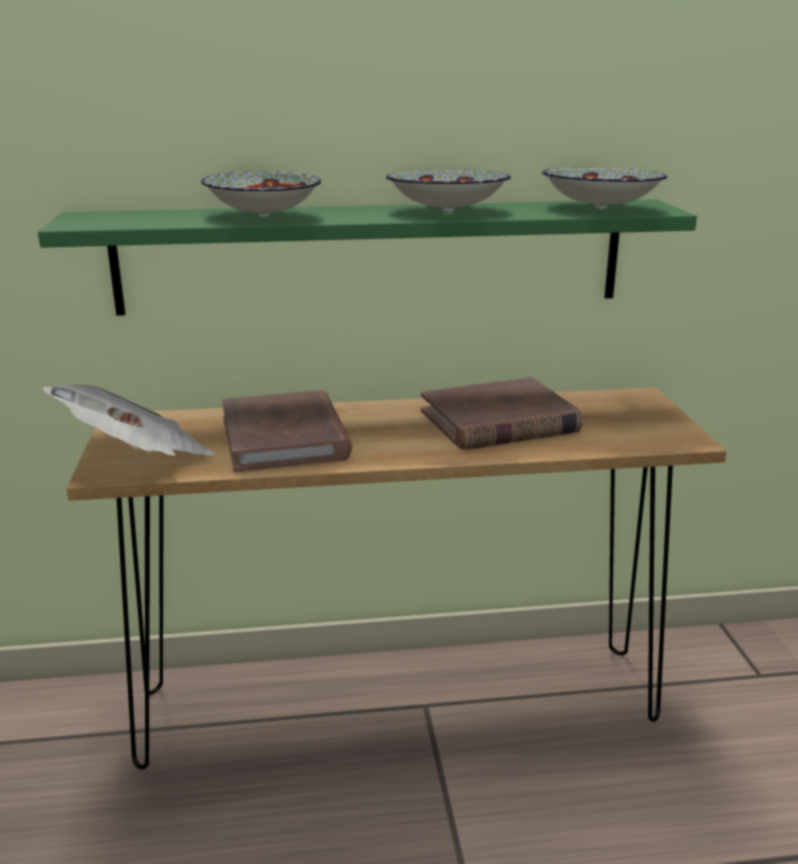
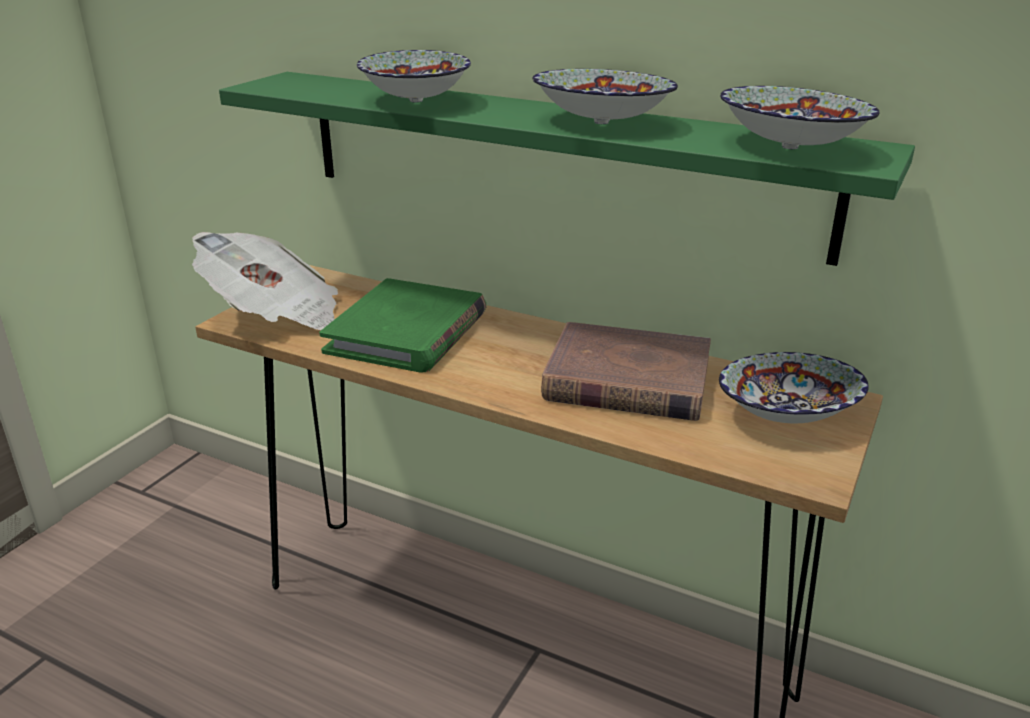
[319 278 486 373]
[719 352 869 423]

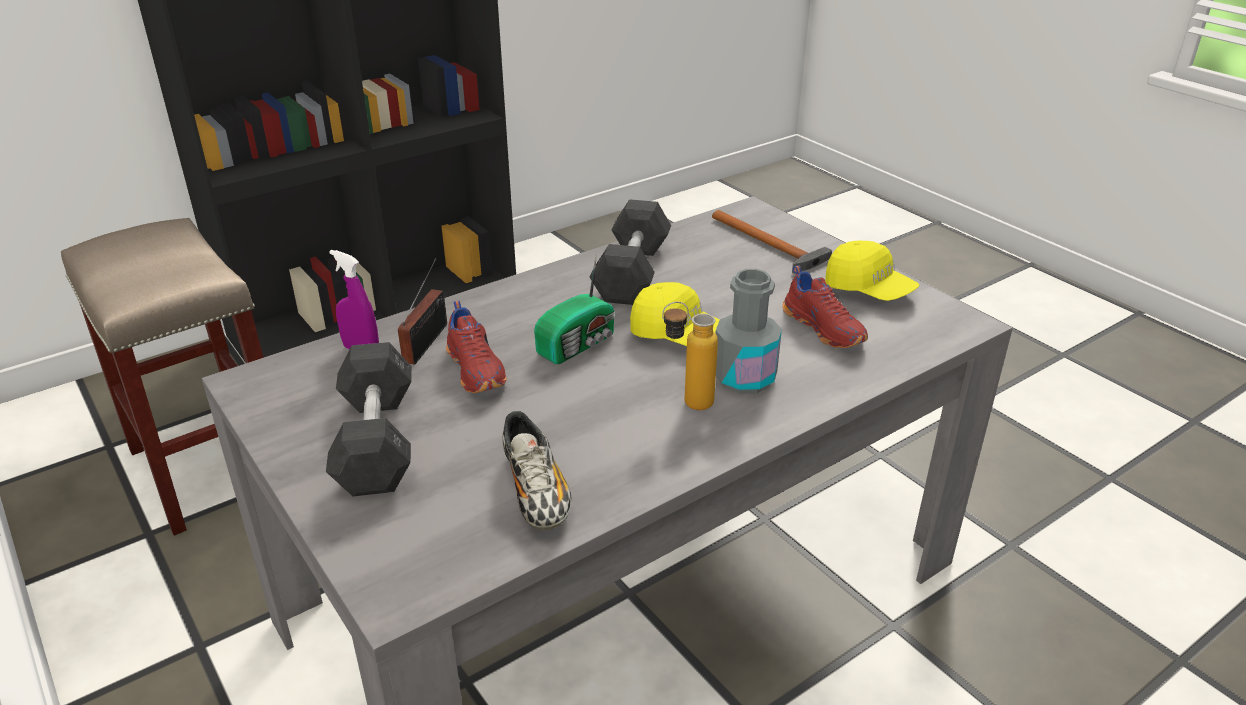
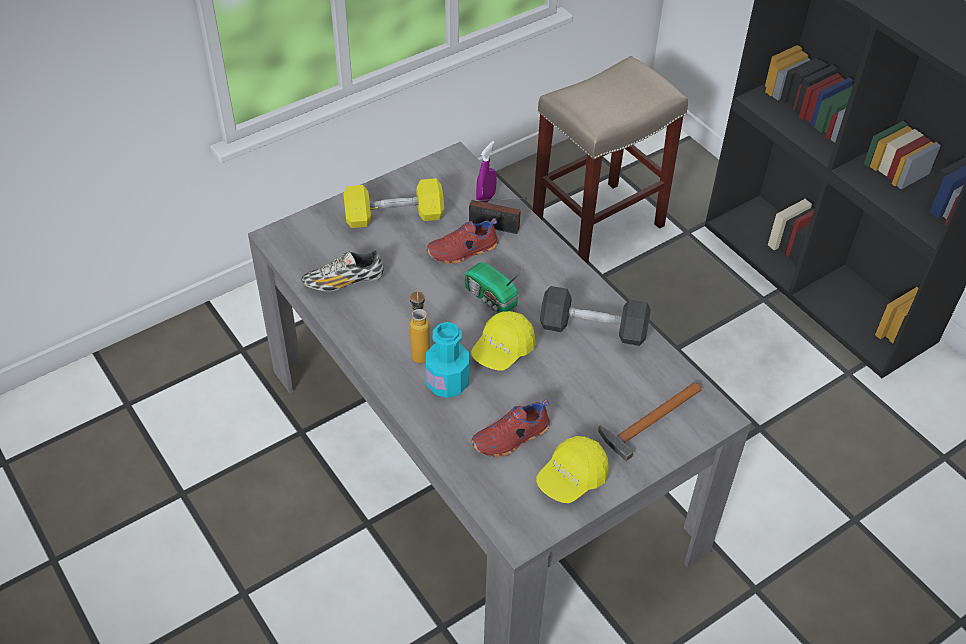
[343 178 444 228]
[426 322 469 398]

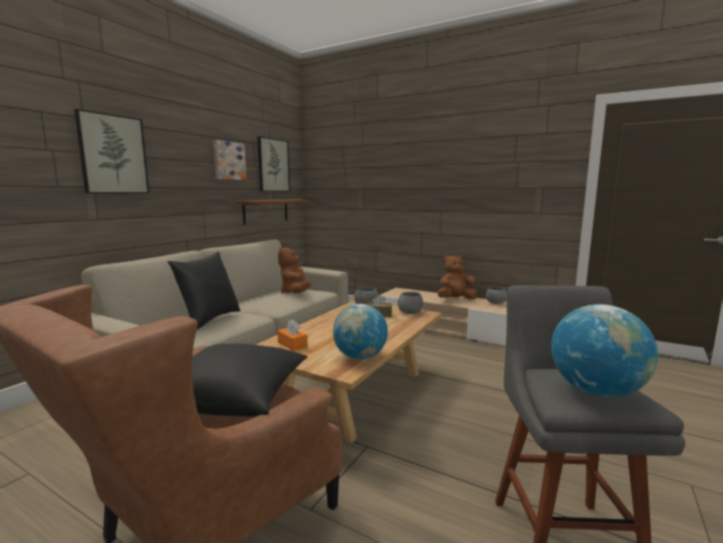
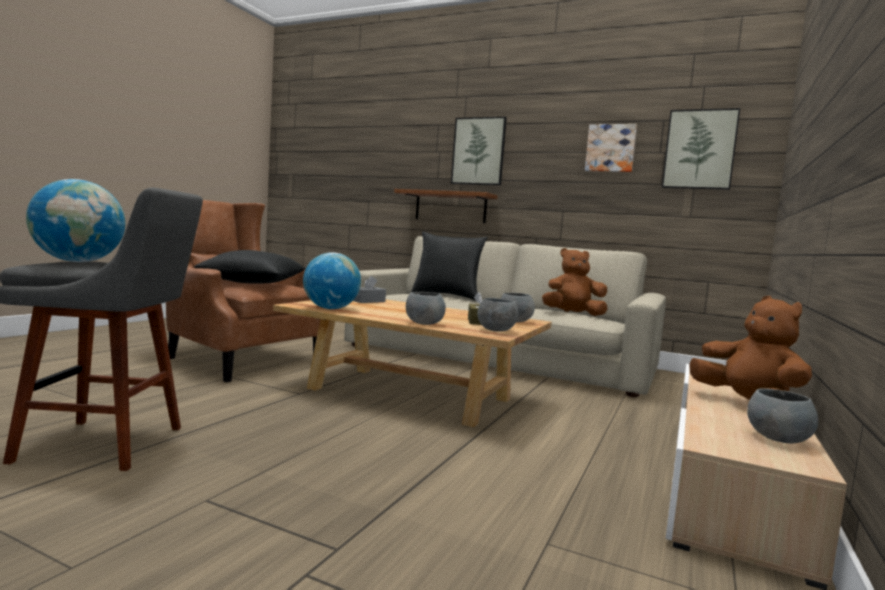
[353 276 386 303]
[394 189 498 223]
[406 292 446 325]

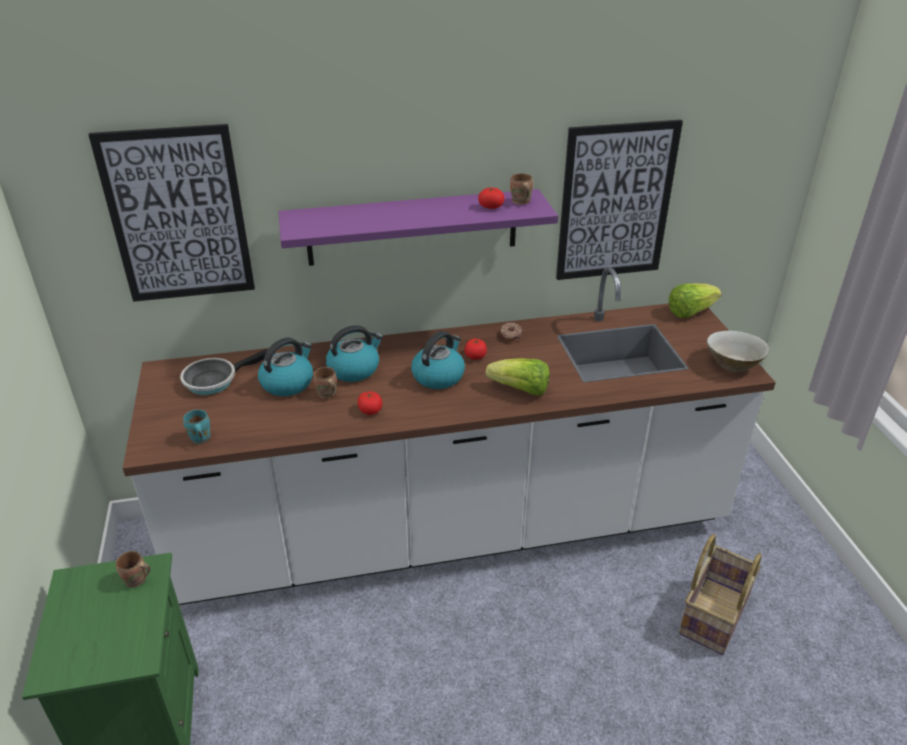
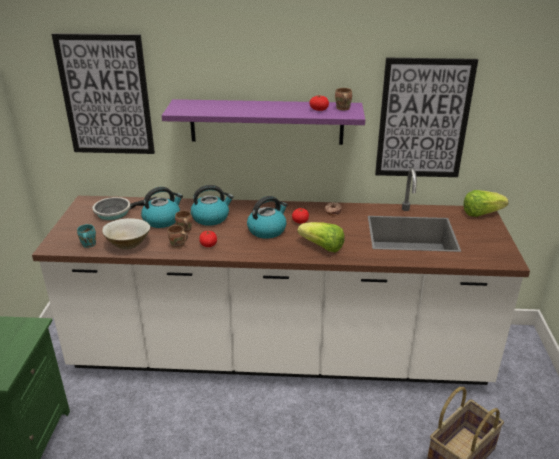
[102 218 150 250]
[167 225 188 249]

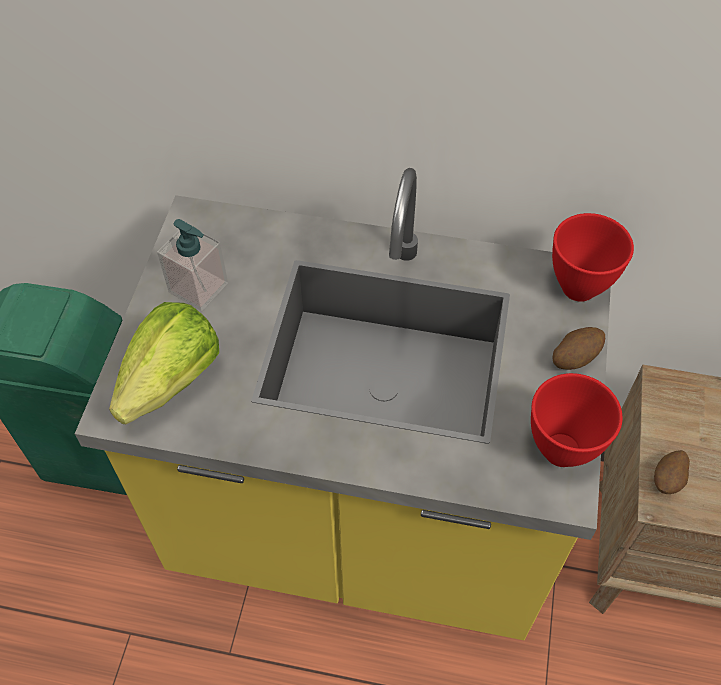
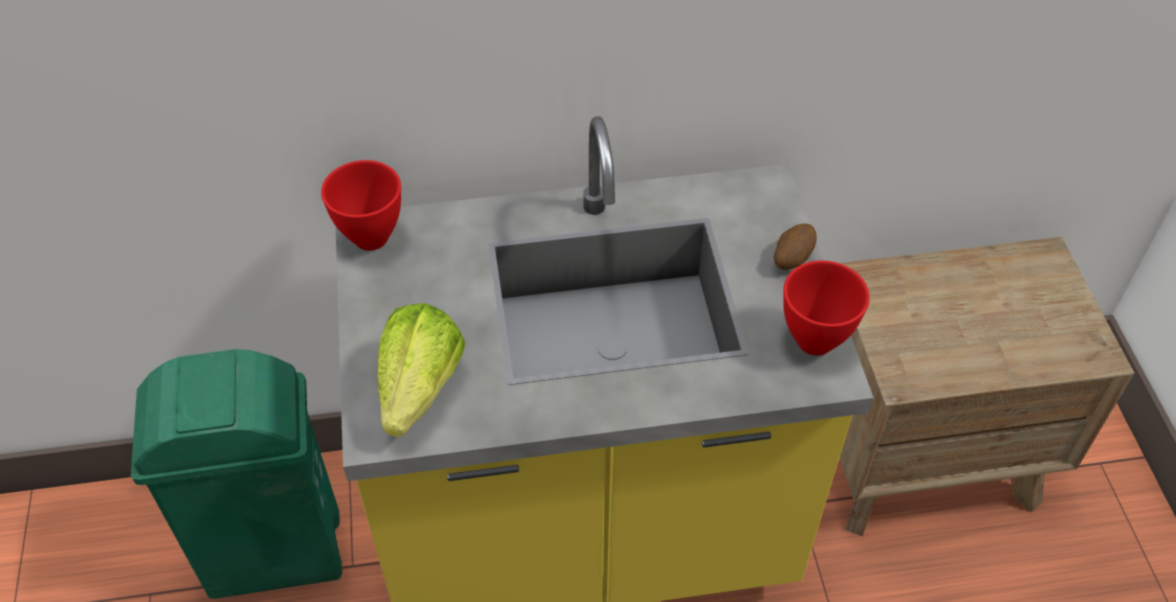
[321 160 401 251]
[157 219 228 311] (first image)
[654 450 690 494] (first image)

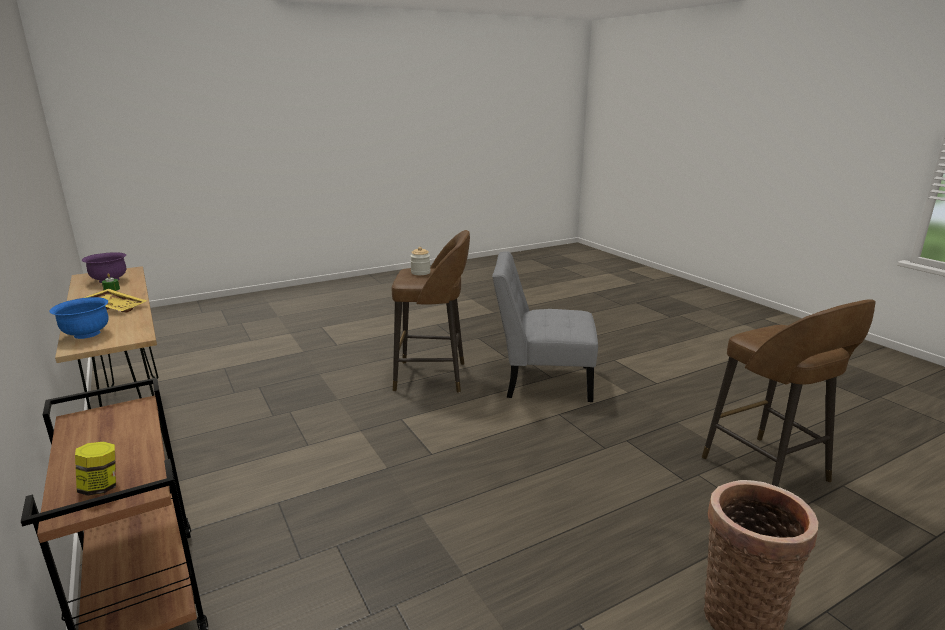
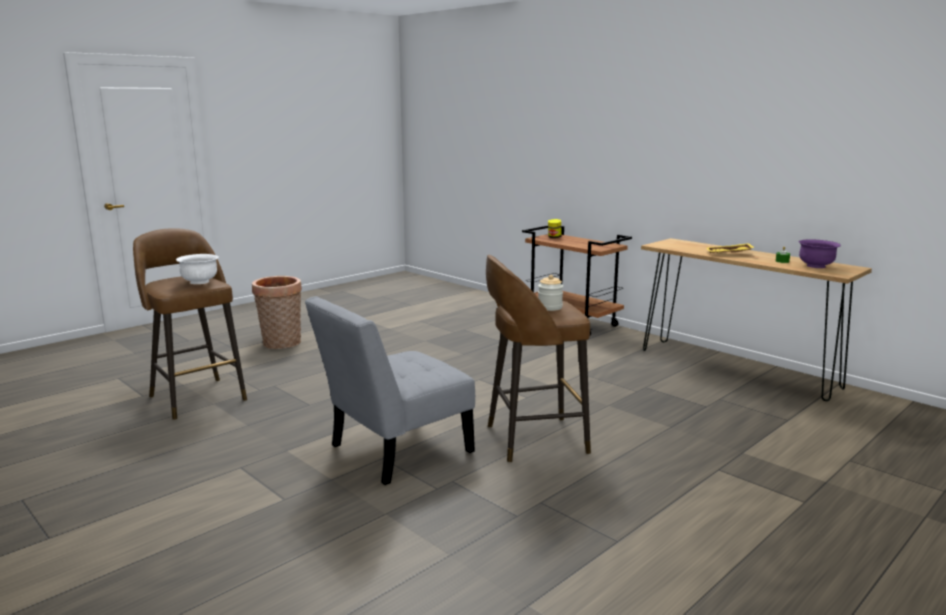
[176 254 219 284]
[305 296 475 485]
[49 297 109 339] (first image)

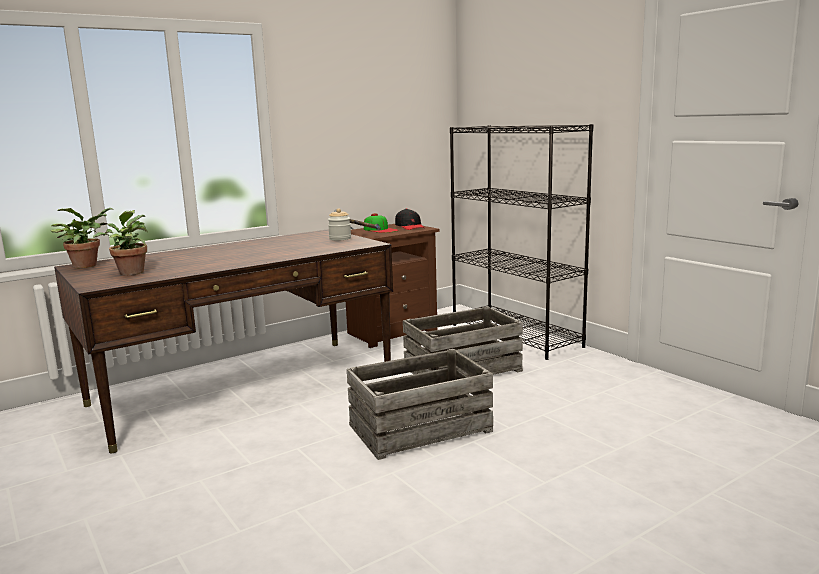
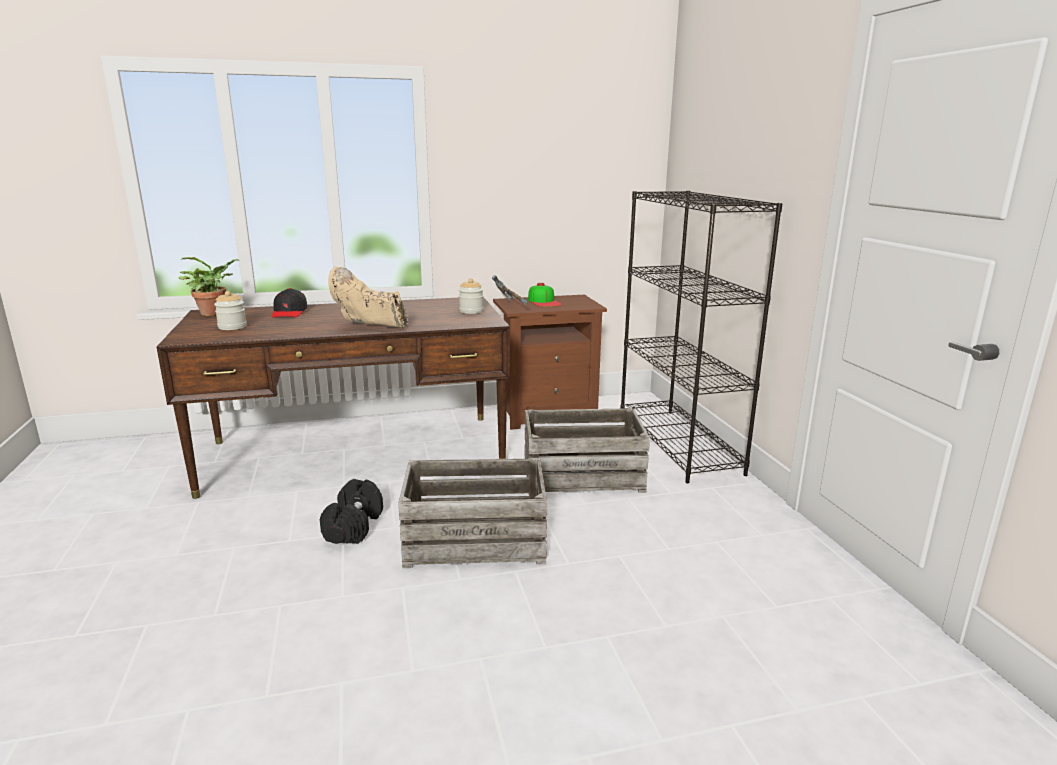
[214 291 247 330]
[272 288 308 318]
[320 479 383 544]
[328 267 408 329]

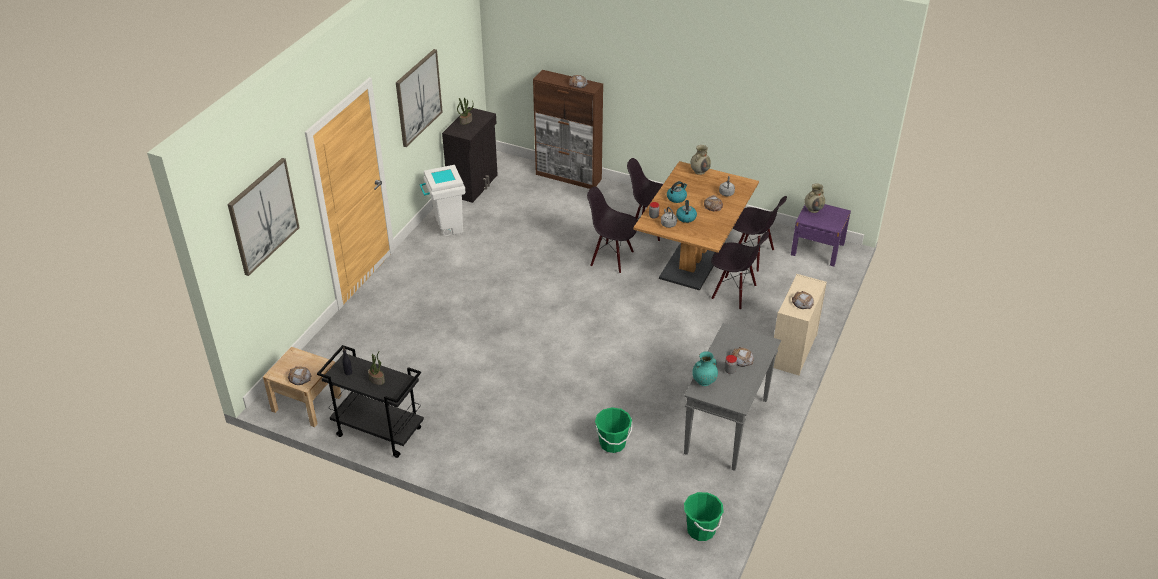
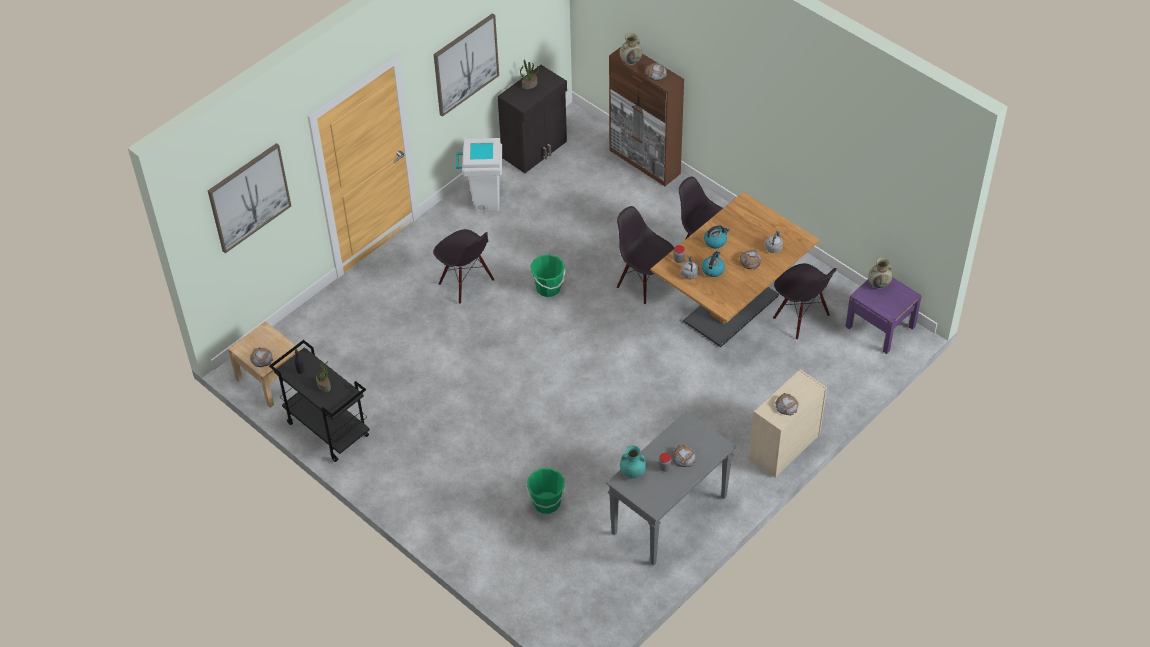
[433 229 494 304]
[530 254 565 297]
[620 33 642 65]

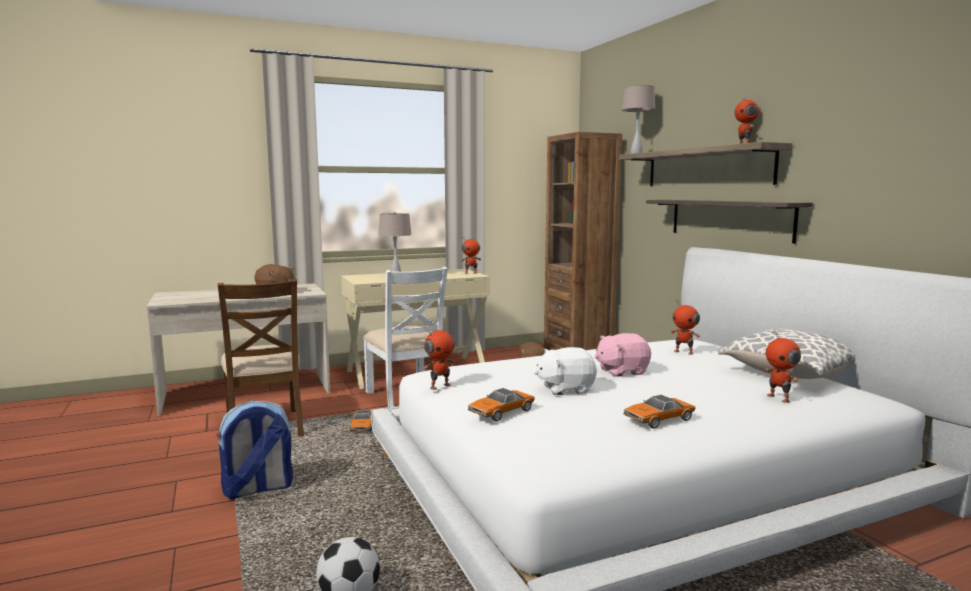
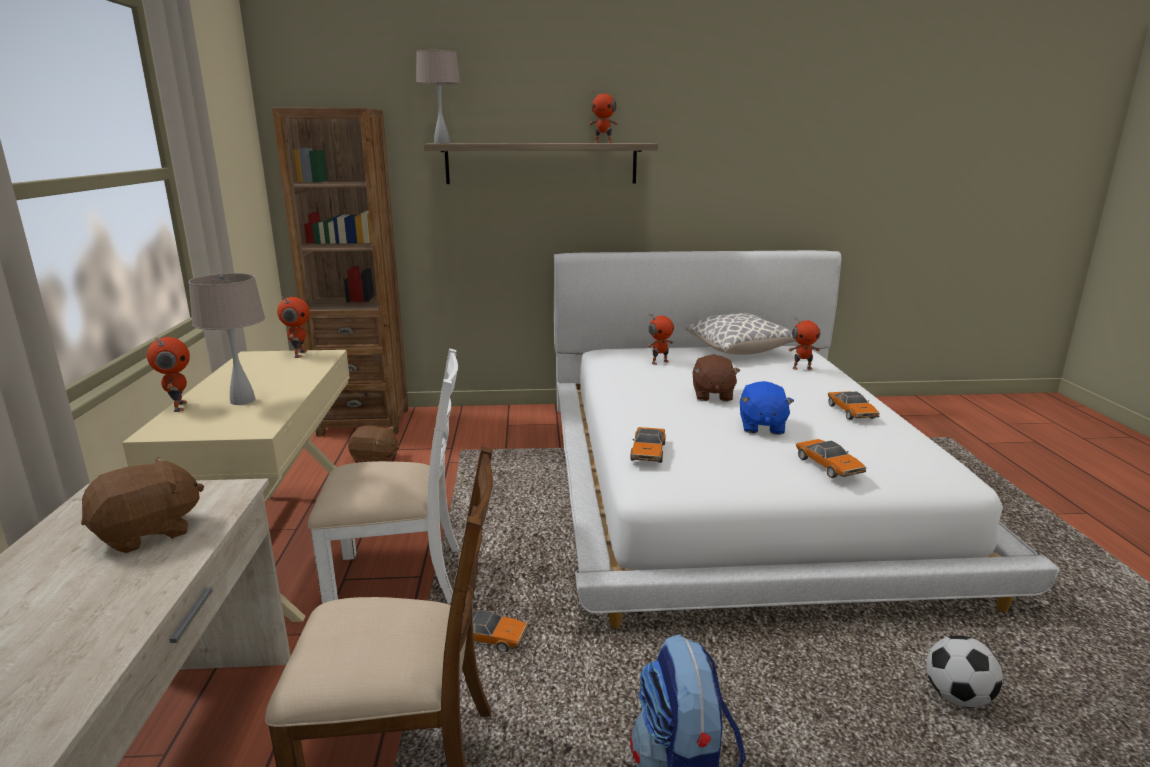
[147 337 190 412]
[630 427 666 463]
[693 355 740 401]
[740 381 794 435]
[646 200 813 243] (first image)

